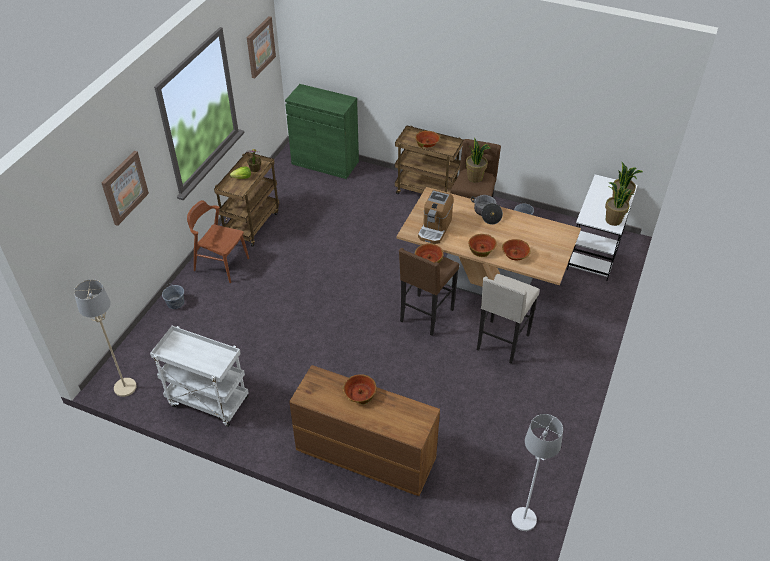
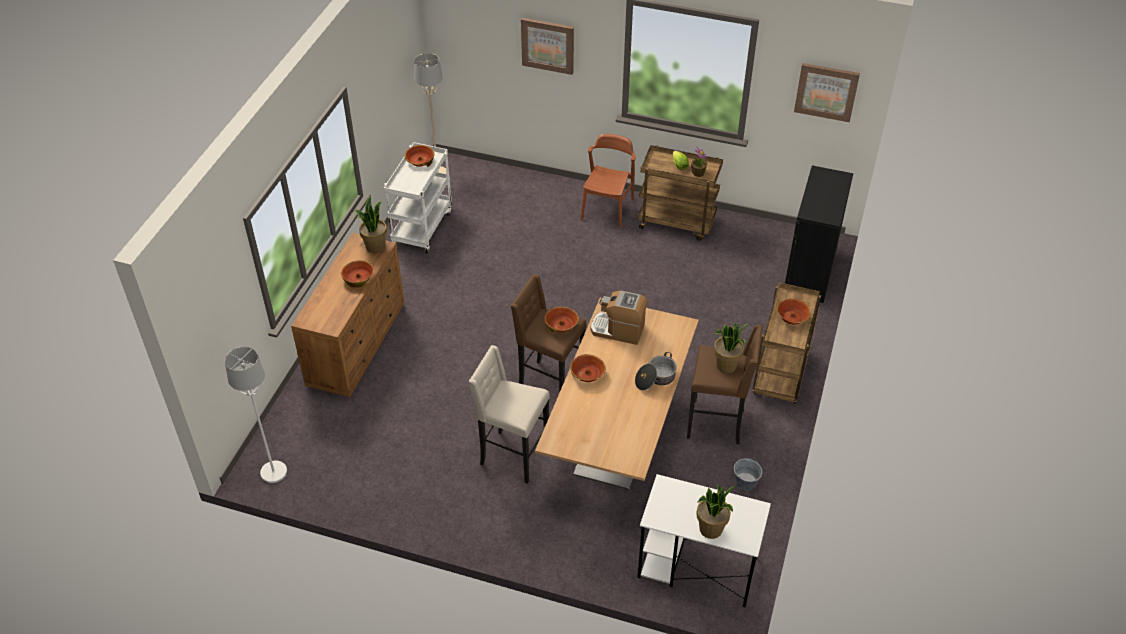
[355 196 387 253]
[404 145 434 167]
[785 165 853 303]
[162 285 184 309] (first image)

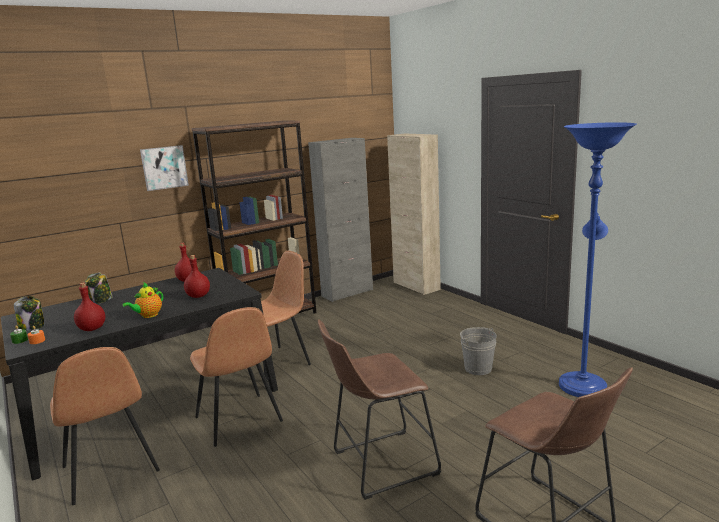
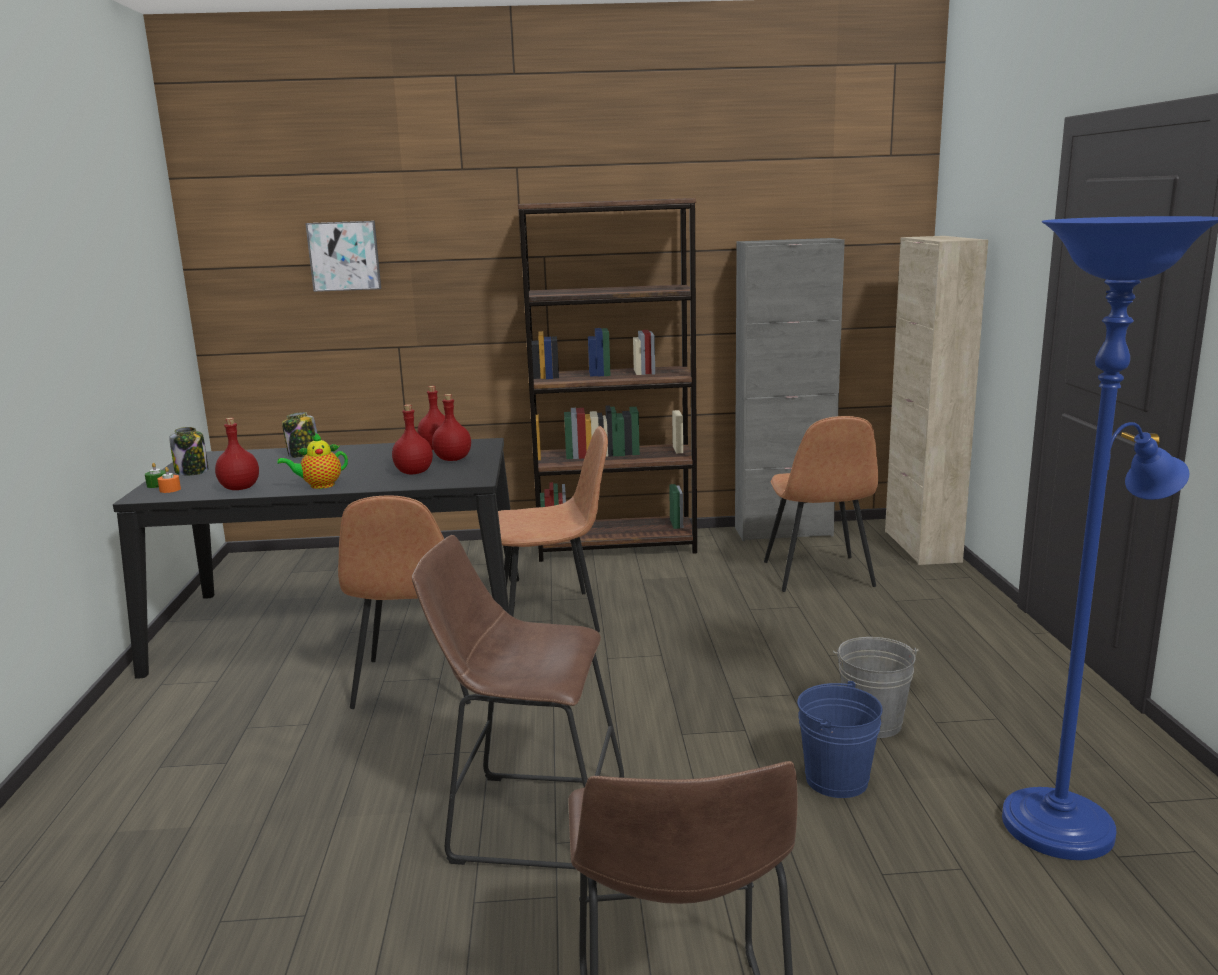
[305 221 381 292]
[432 394 471 461]
[764 416 878 592]
[797 681 883 798]

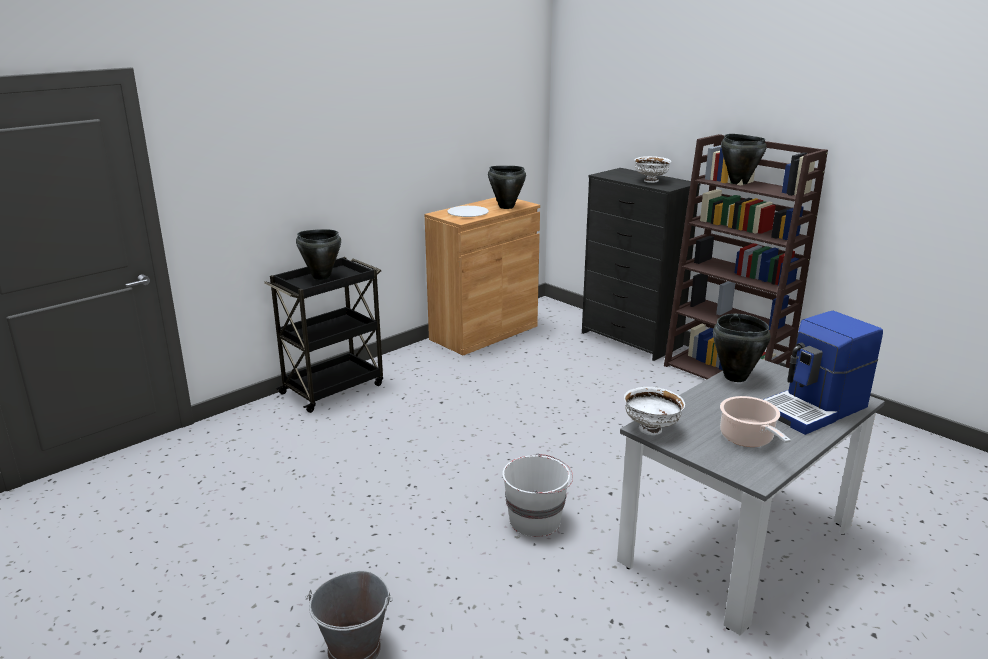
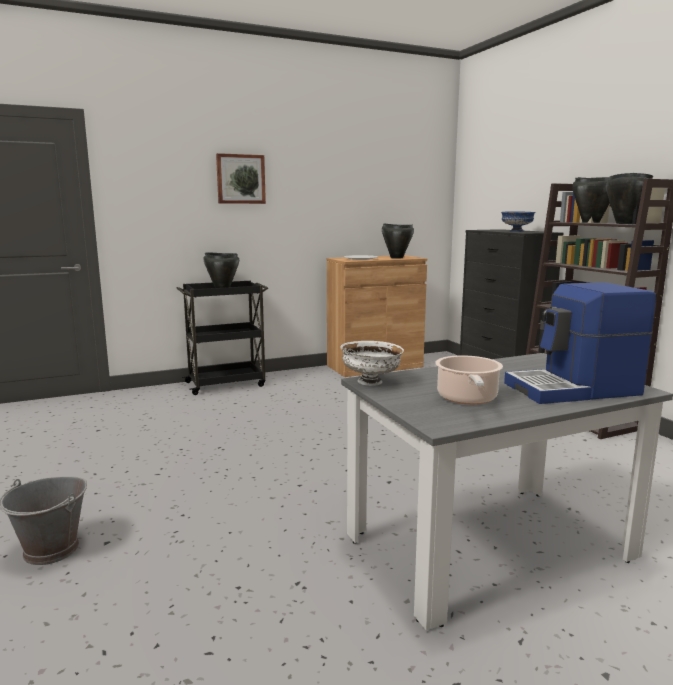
[216 153 266 204]
[501 211 536 232]
[606 173 653 224]
[502 453 573 537] (first image)

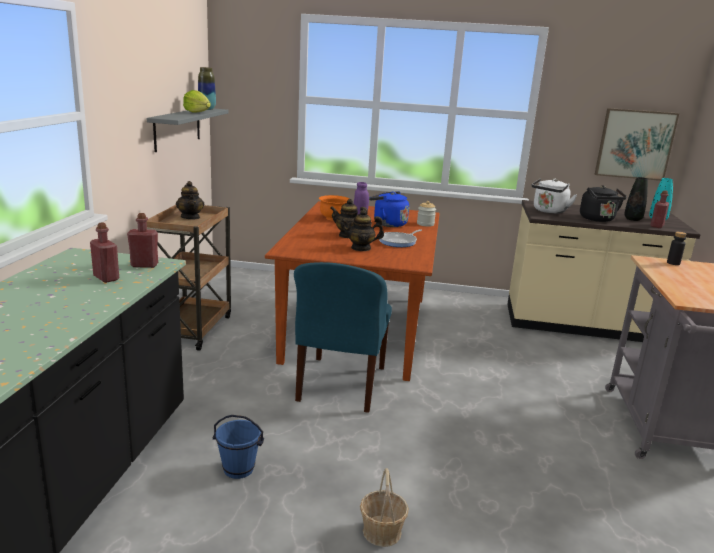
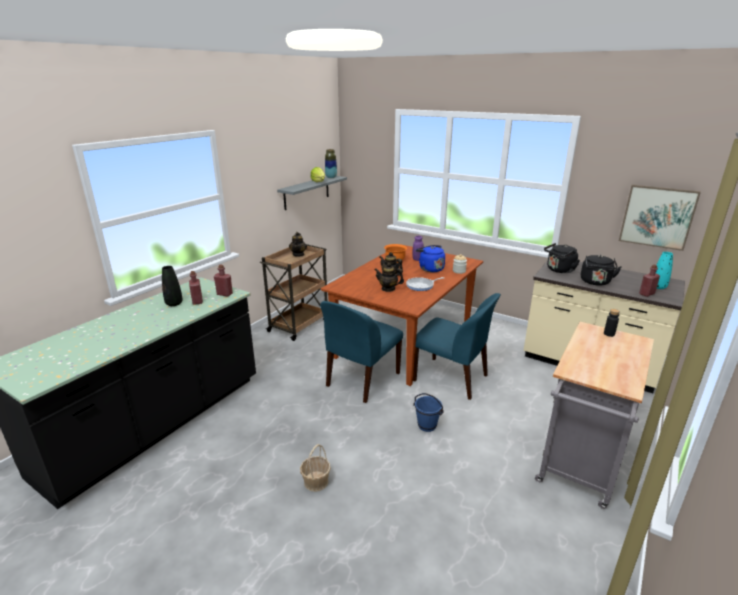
[162 266 183 306]
[413 293 501 400]
[413 393 444 432]
[544 243 580 273]

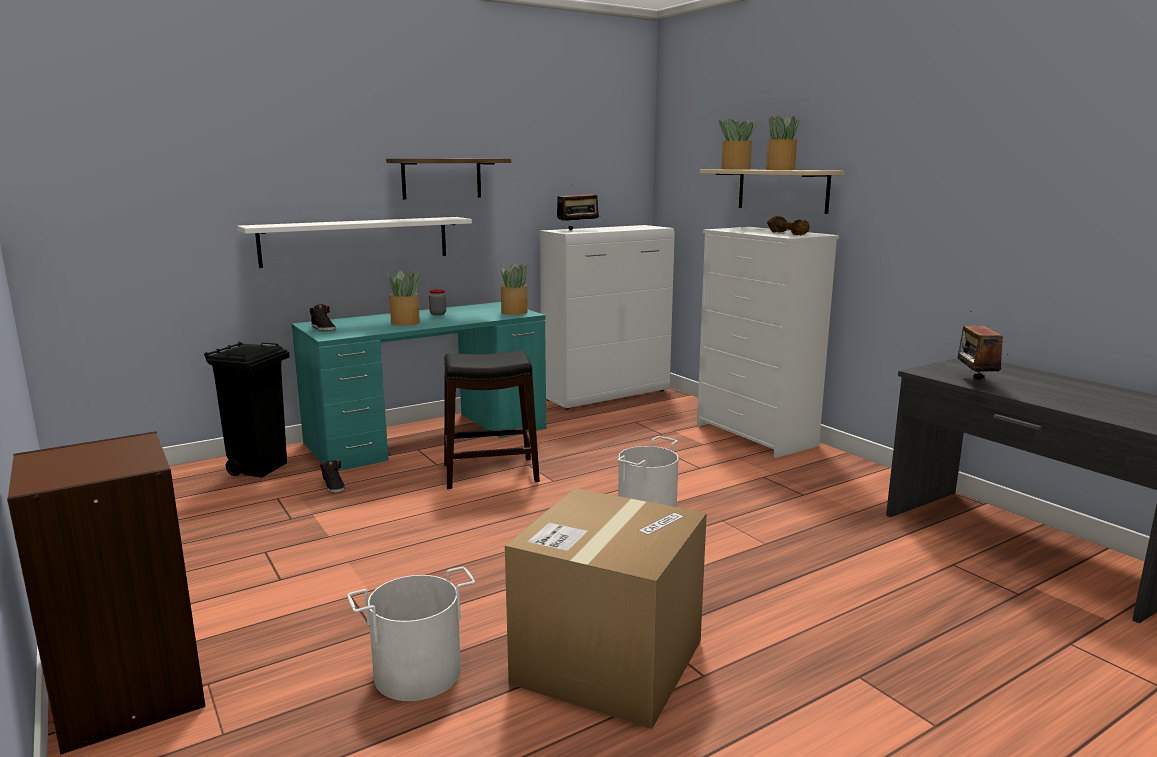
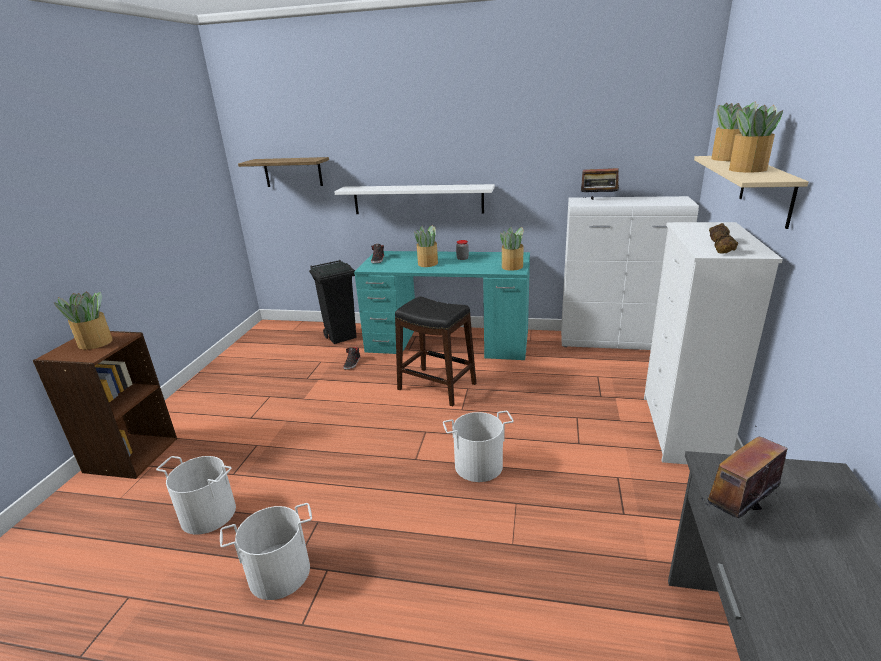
[54 292 113 350]
[220 503 312 600]
[238 157 329 187]

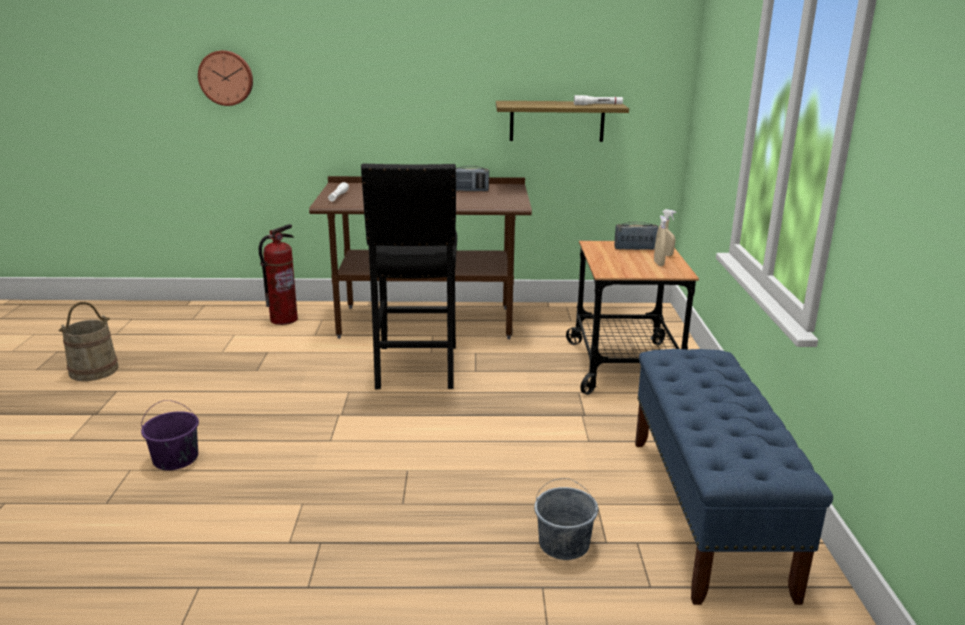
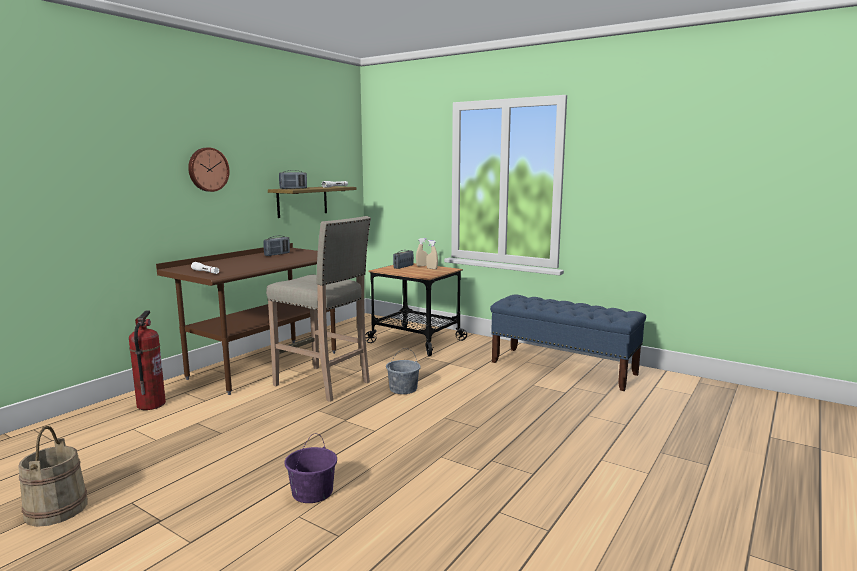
[188 148 230 192]
[266 216 371 402]
[279 170 307 189]
[386 348 421 394]

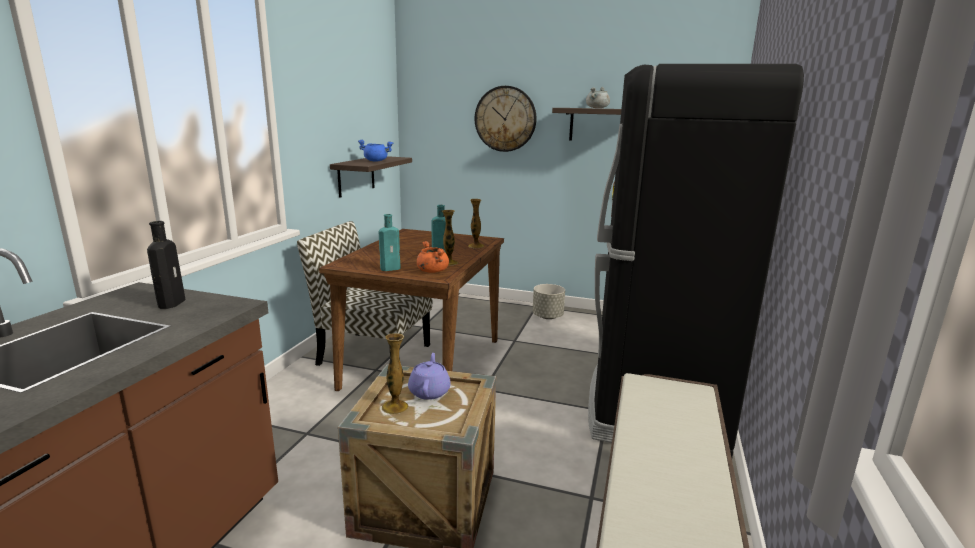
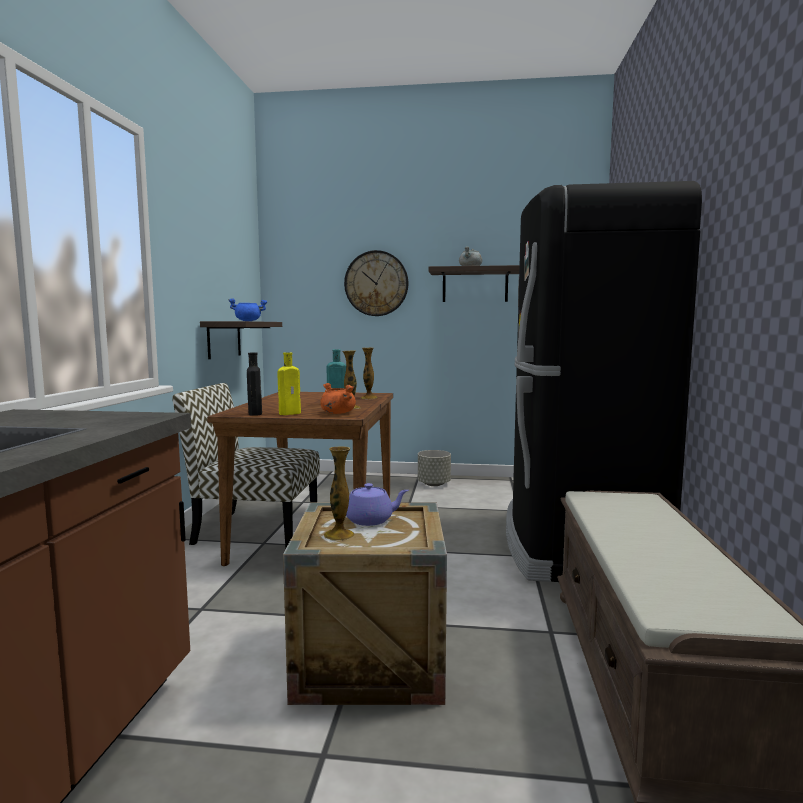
[247 352 262 416]
[278 352 301 415]
[346 483 409 526]

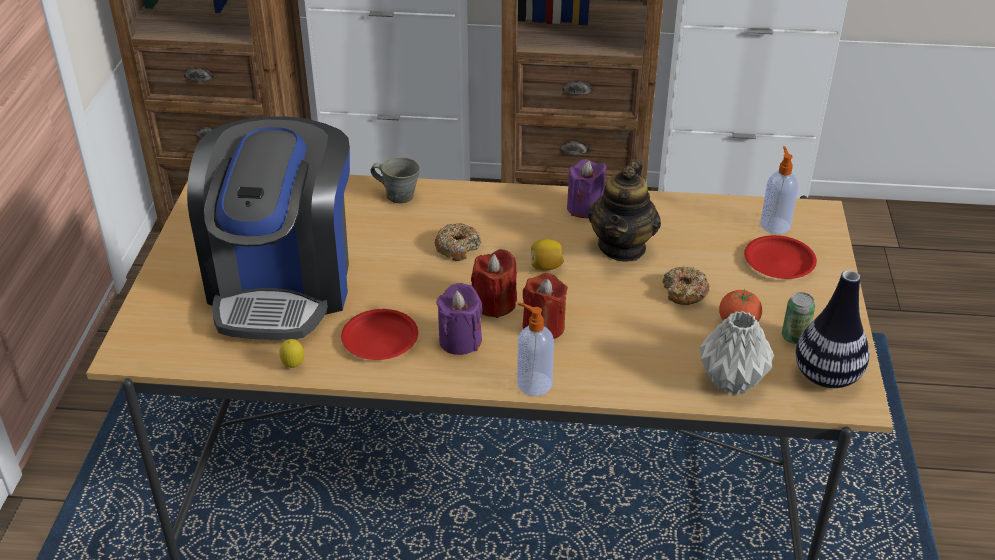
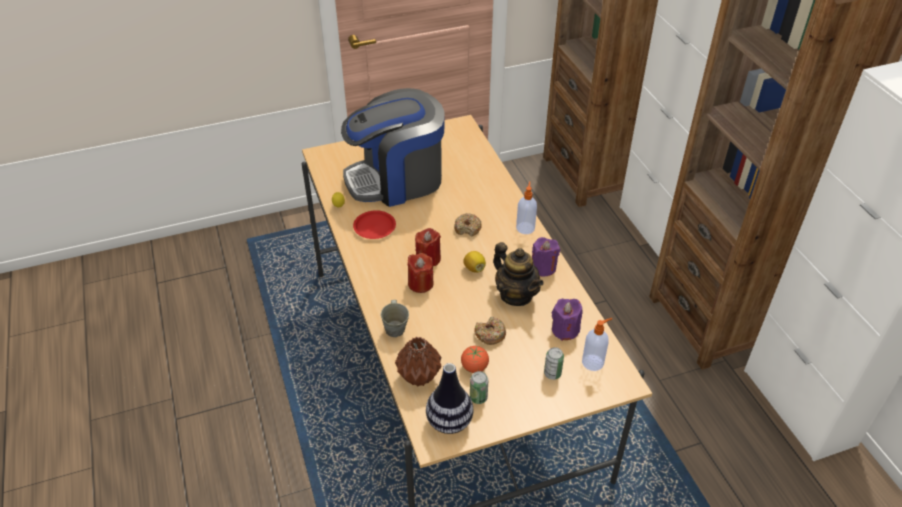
[381 300 409 337]
[395 337 442 386]
[493 242 544 306]
[516 181 537 234]
[544 347 564 380]
[552 299 582 341]

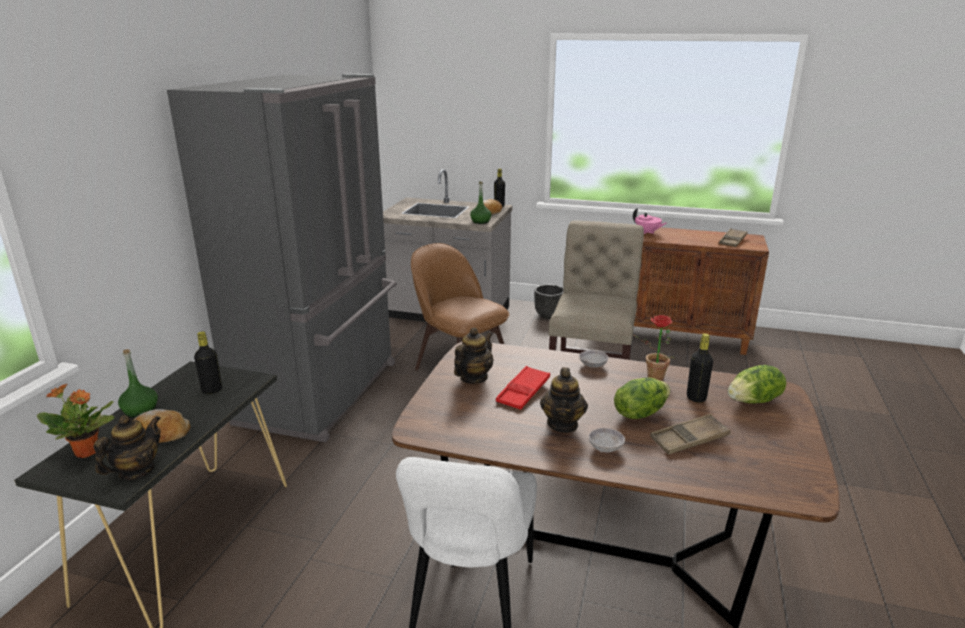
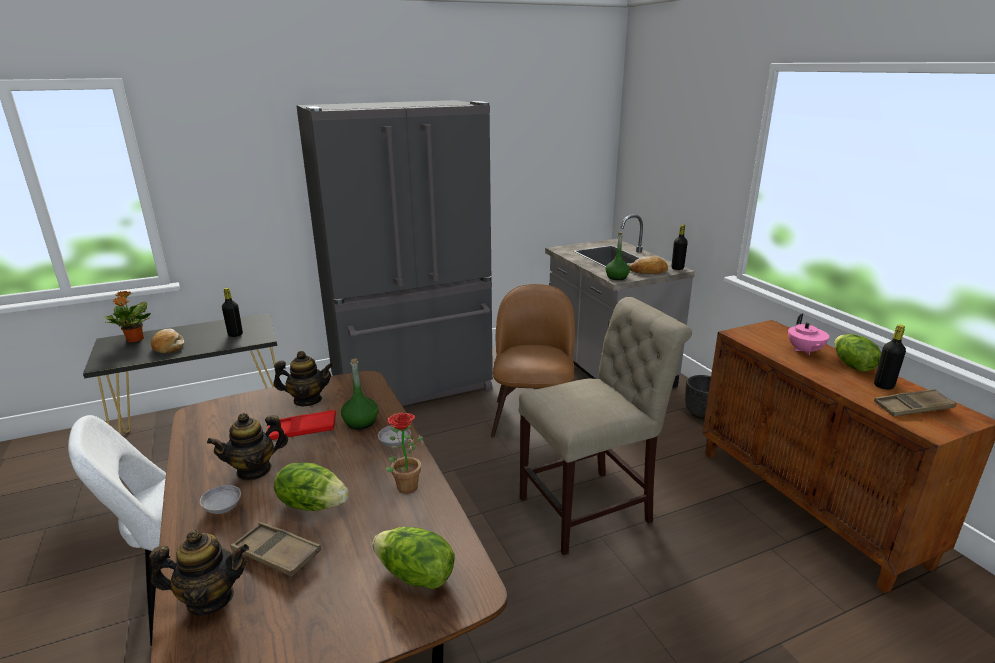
[149 530 249 616]
[341 358 379 430]
[834 334 881 372]
[874 325 906 390]

